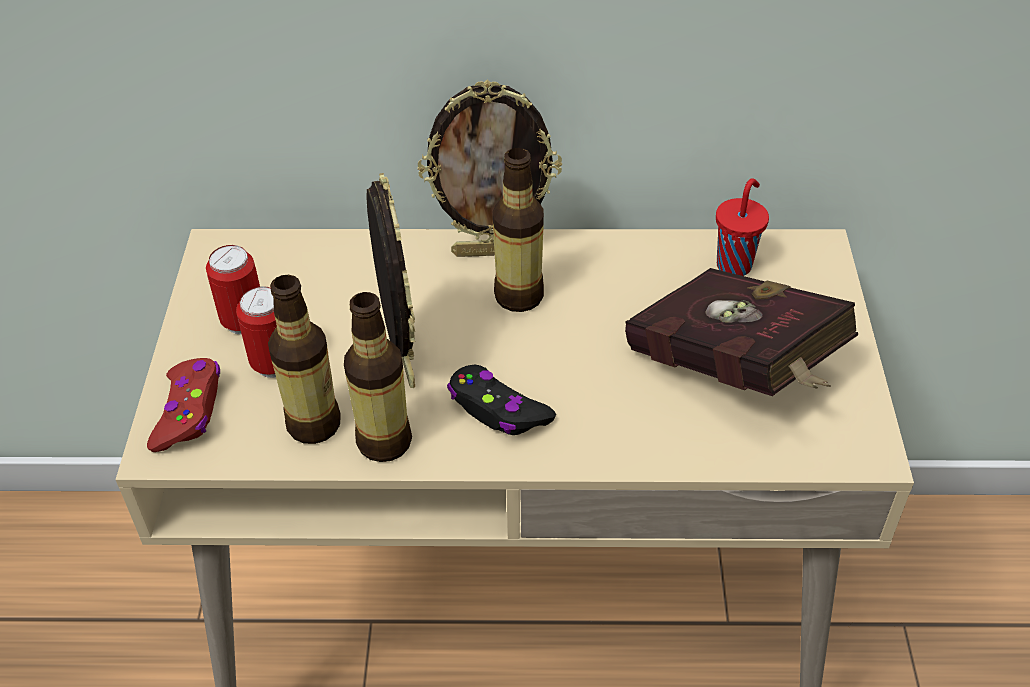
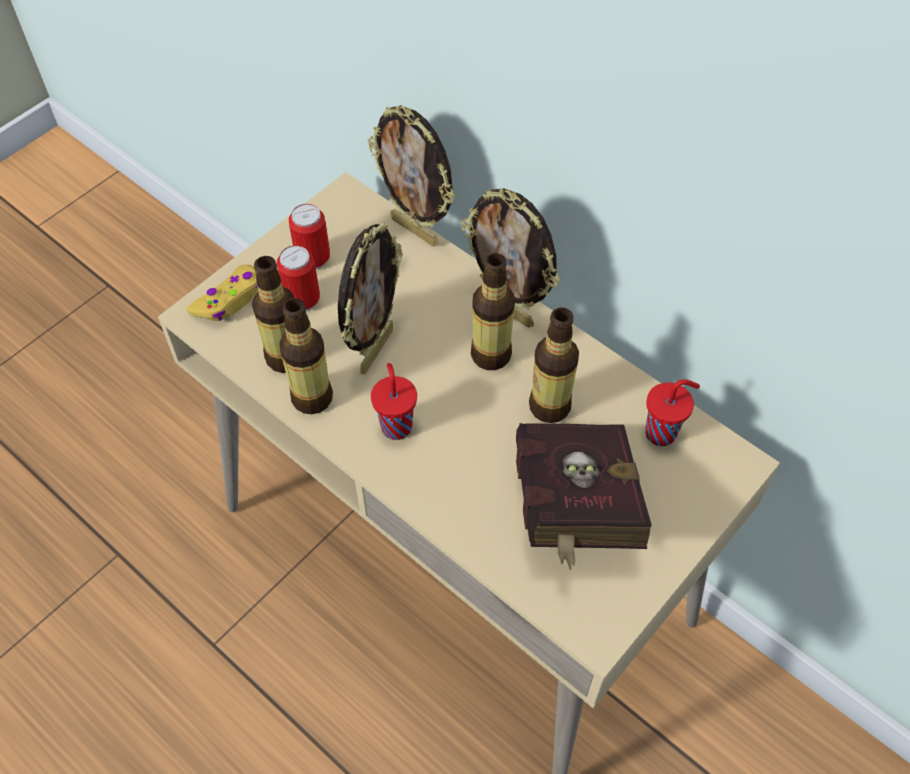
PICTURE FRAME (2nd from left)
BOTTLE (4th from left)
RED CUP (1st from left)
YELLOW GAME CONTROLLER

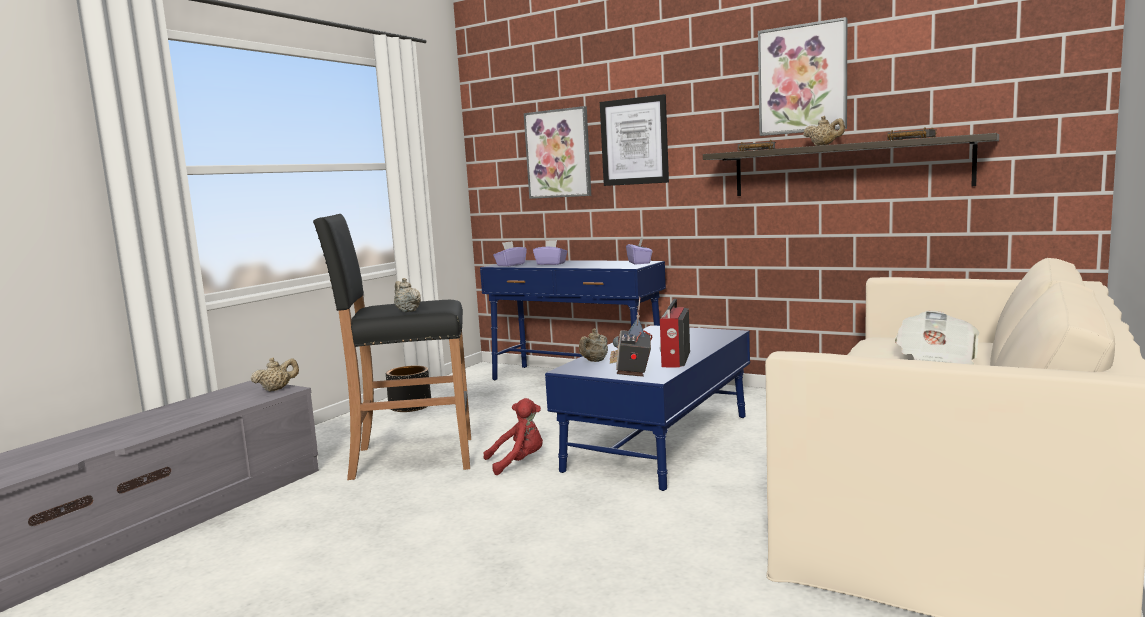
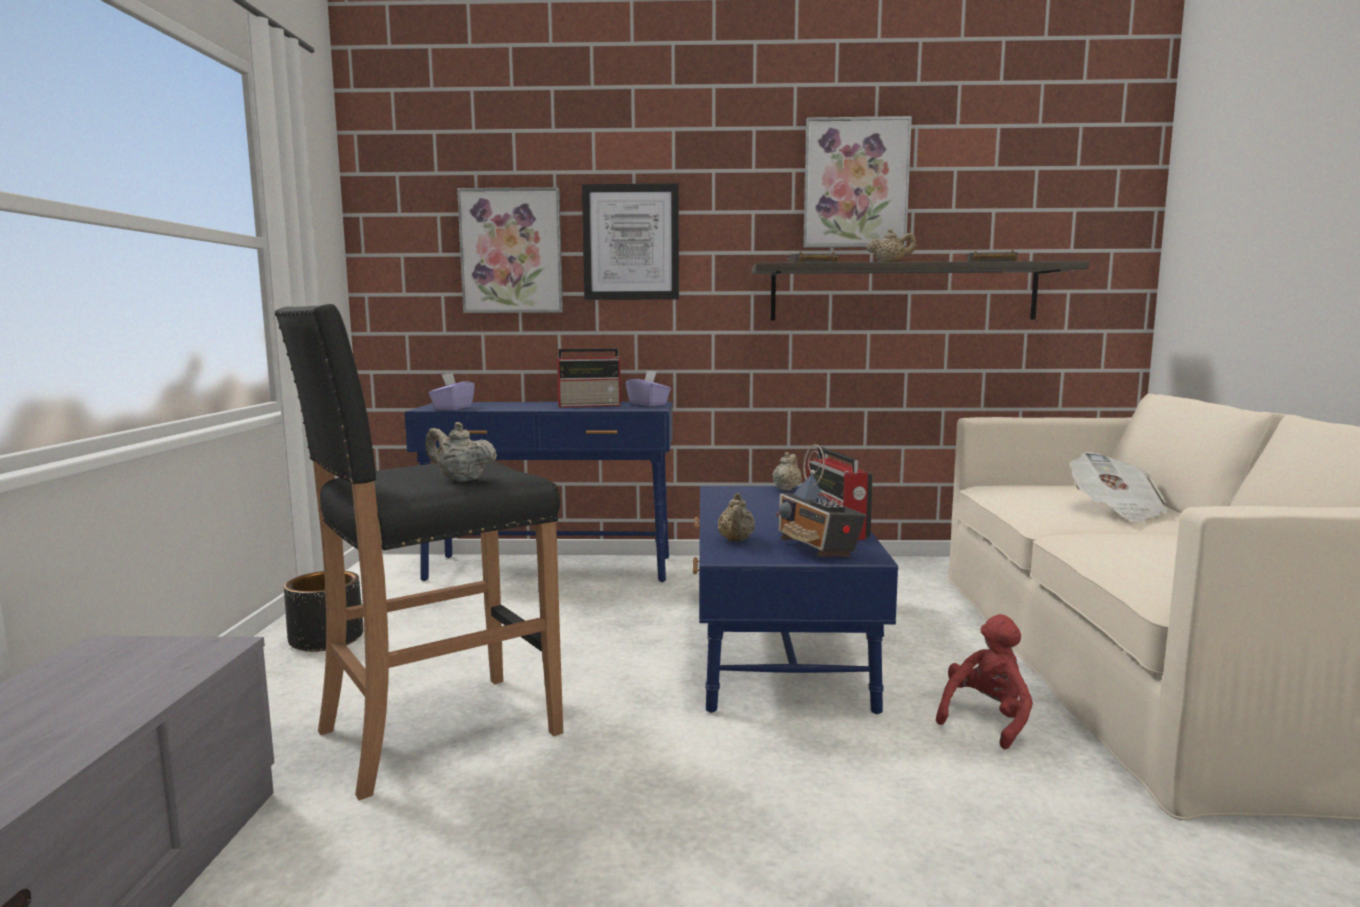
PURPLE TISSUE BOX (2nd from left in the first image)
RADIO (1st from left)
BEIGE TEAPOT (3rd from left)
RED PLUSH TOY

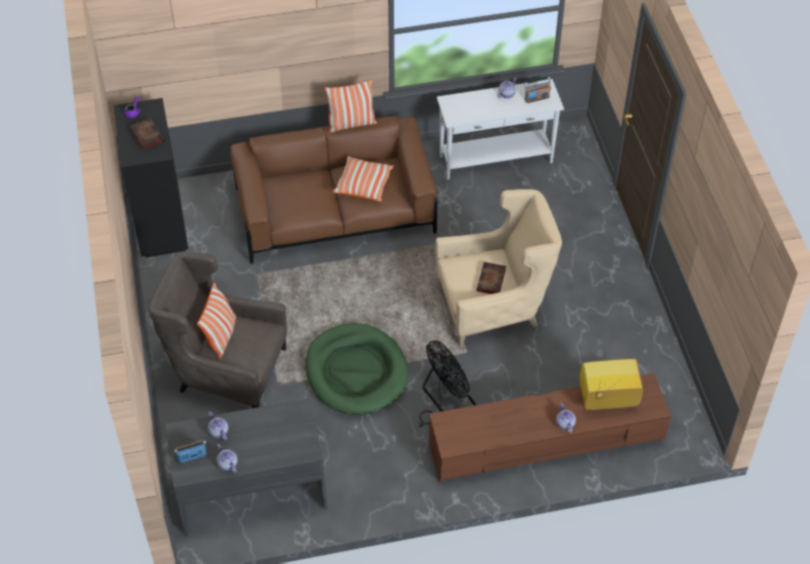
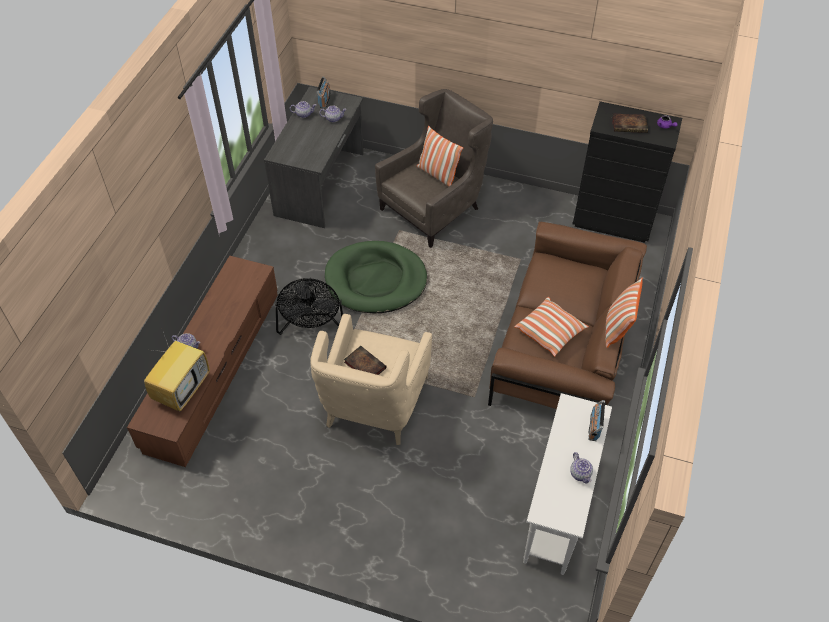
RADIO (2nd from left)

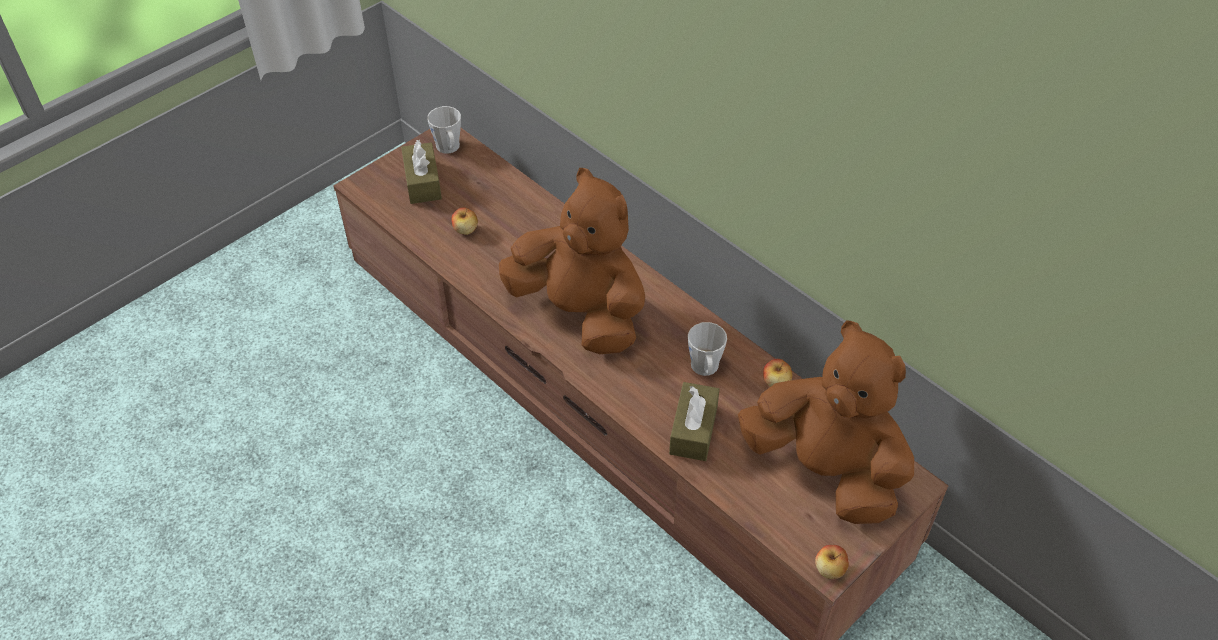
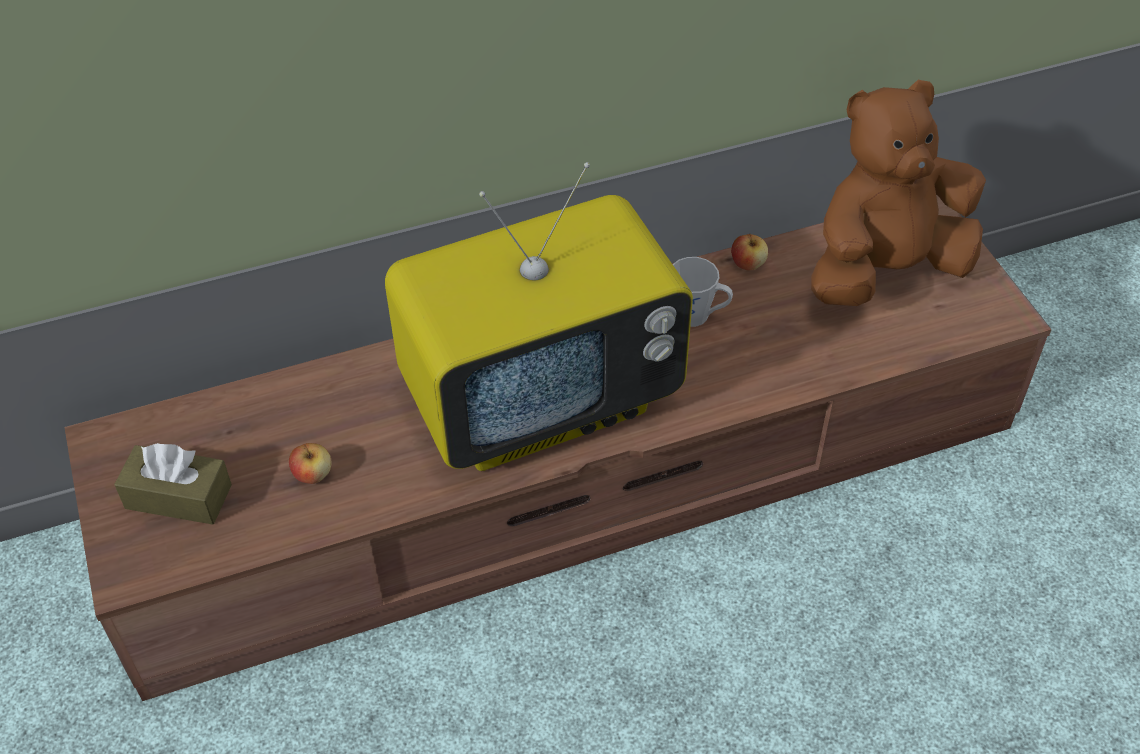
GREY MUG (1st from left in the first image)
BROWN TISSUE BOX (2nd from left in the first image)
APPLE (3rd from left in the first image)
TELEVISION

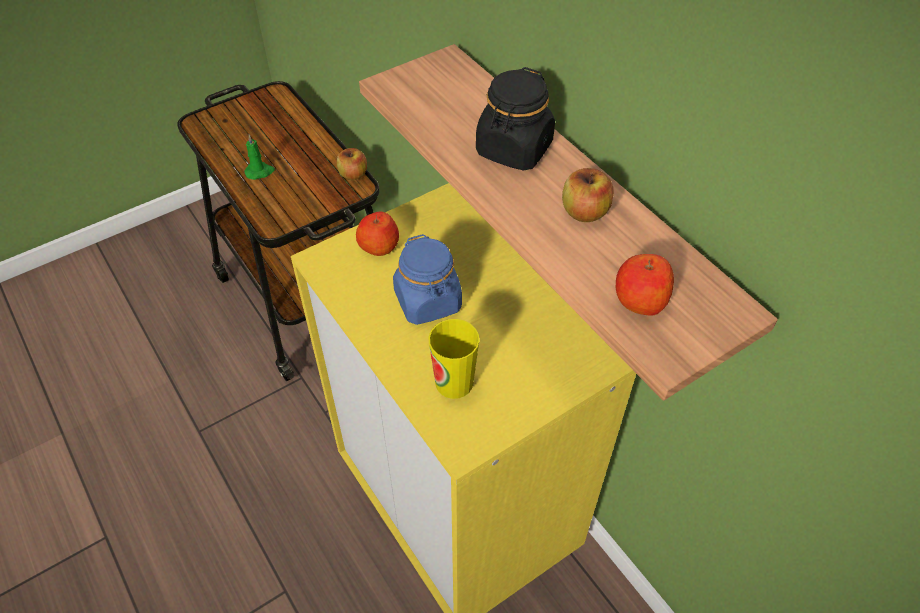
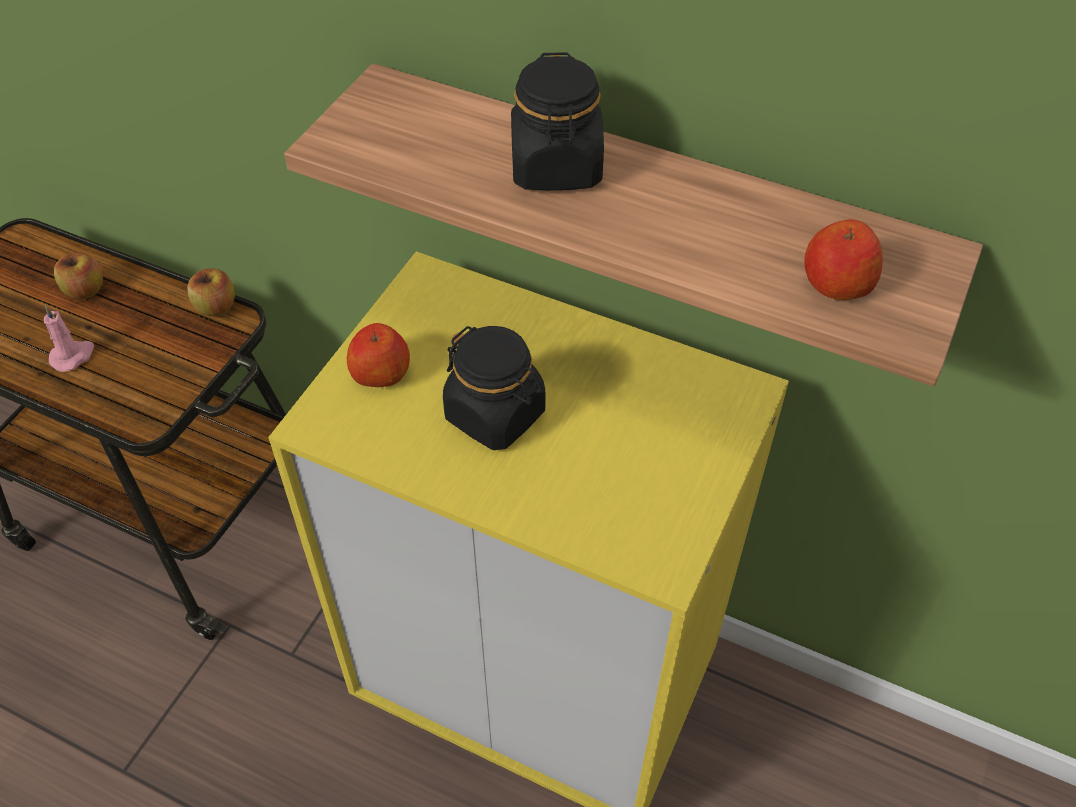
CUP
APPLE (1st from left)
PINK CANDLE
BLACK JAR (1st from left)

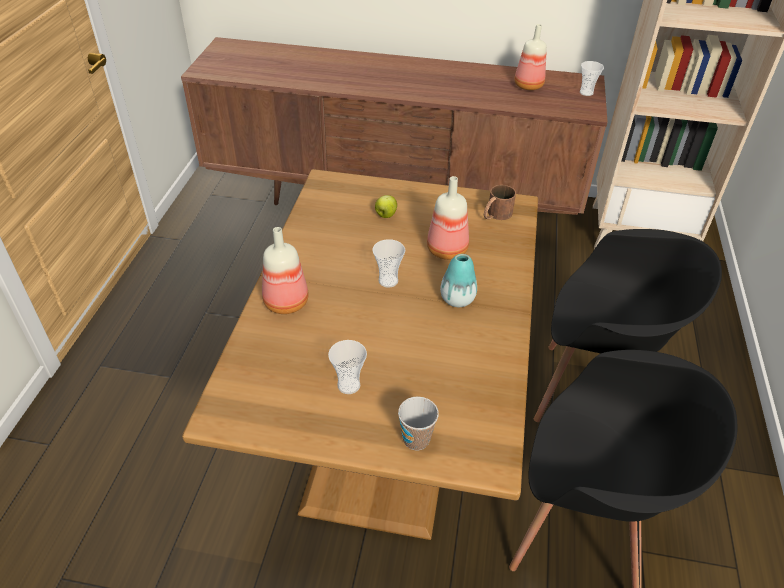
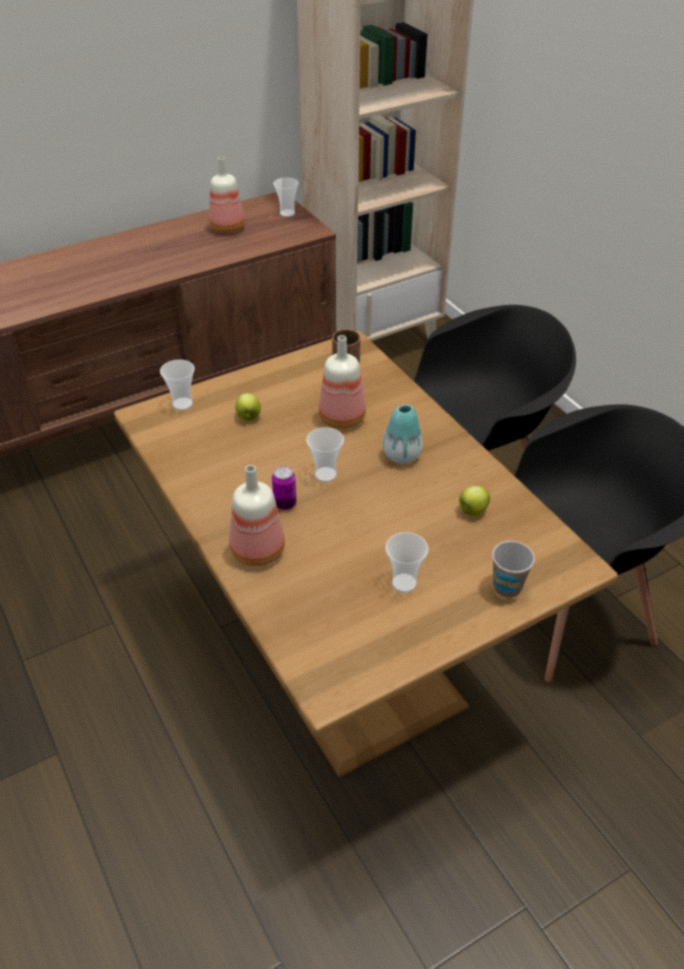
CUP (1st from left)
CAN
APPLE (2nd from left)

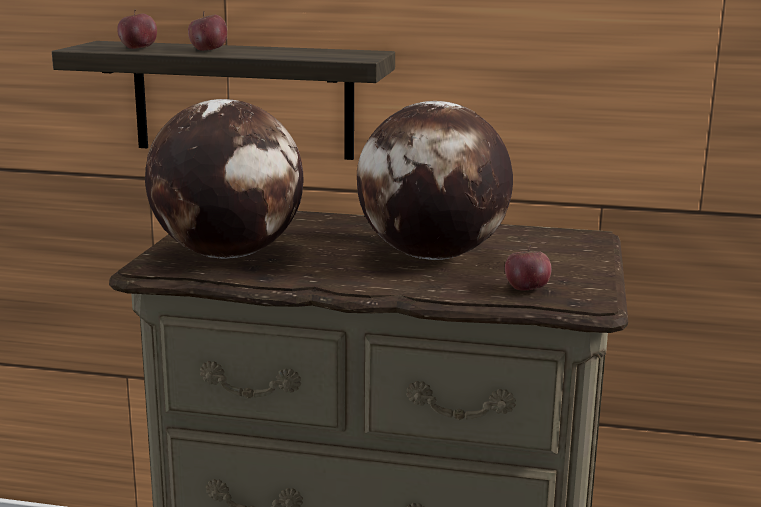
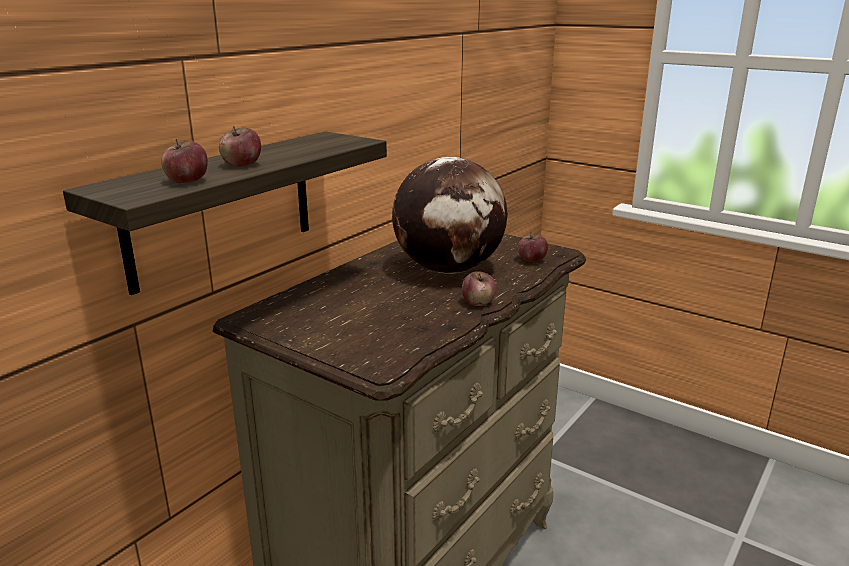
GLOBE (1st from left in the first image)
APPLE (3rd from left)

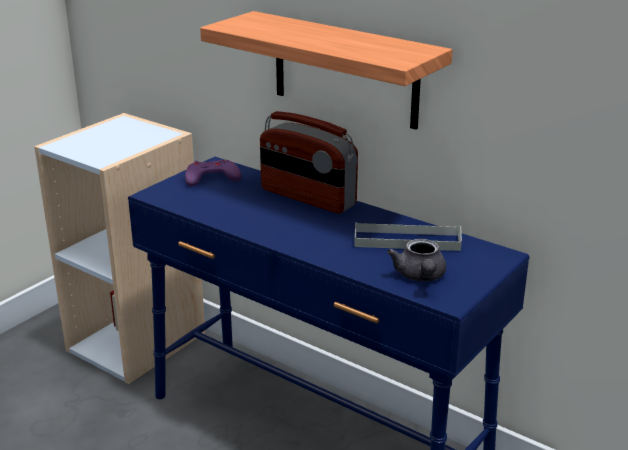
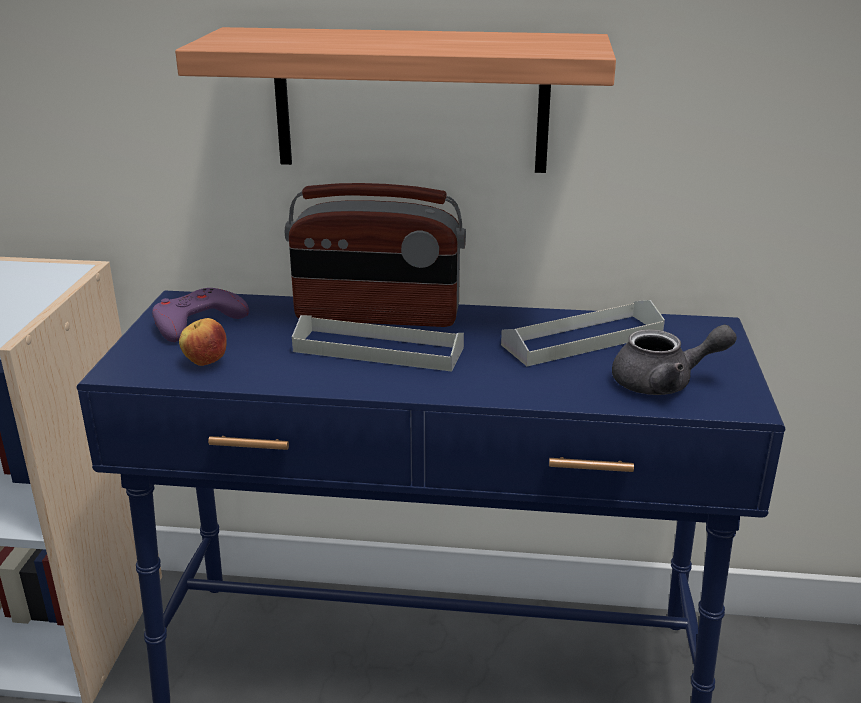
APPLE
GREY TRAY (1st from left)
GREY TEAPOT

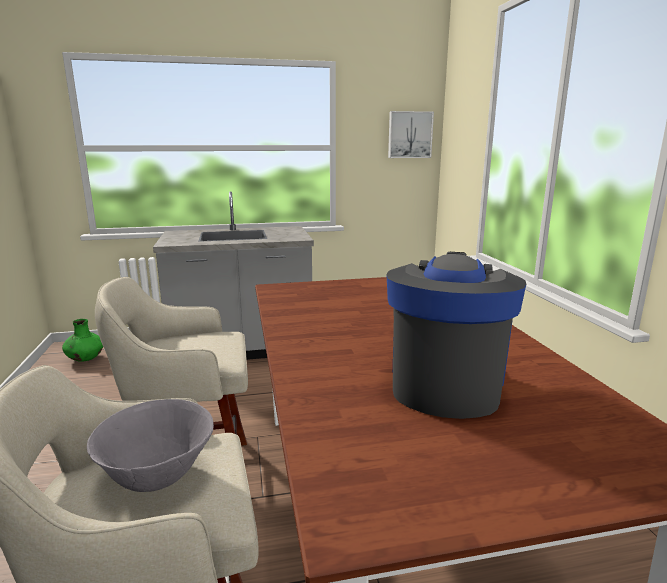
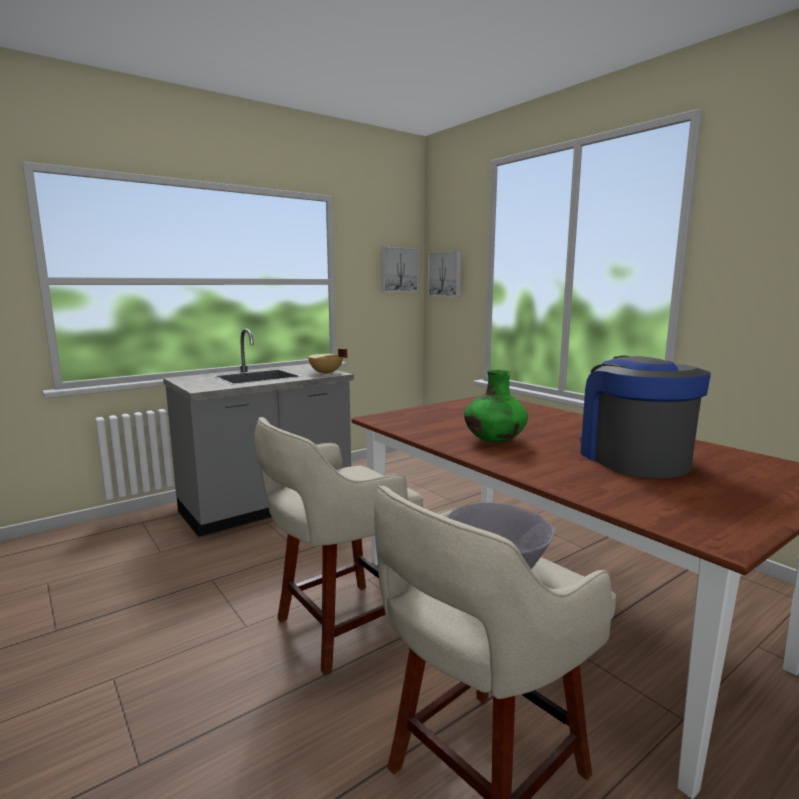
BEIGE COOKING POT
PICTURE (2nd from left)
GREEN VASE

